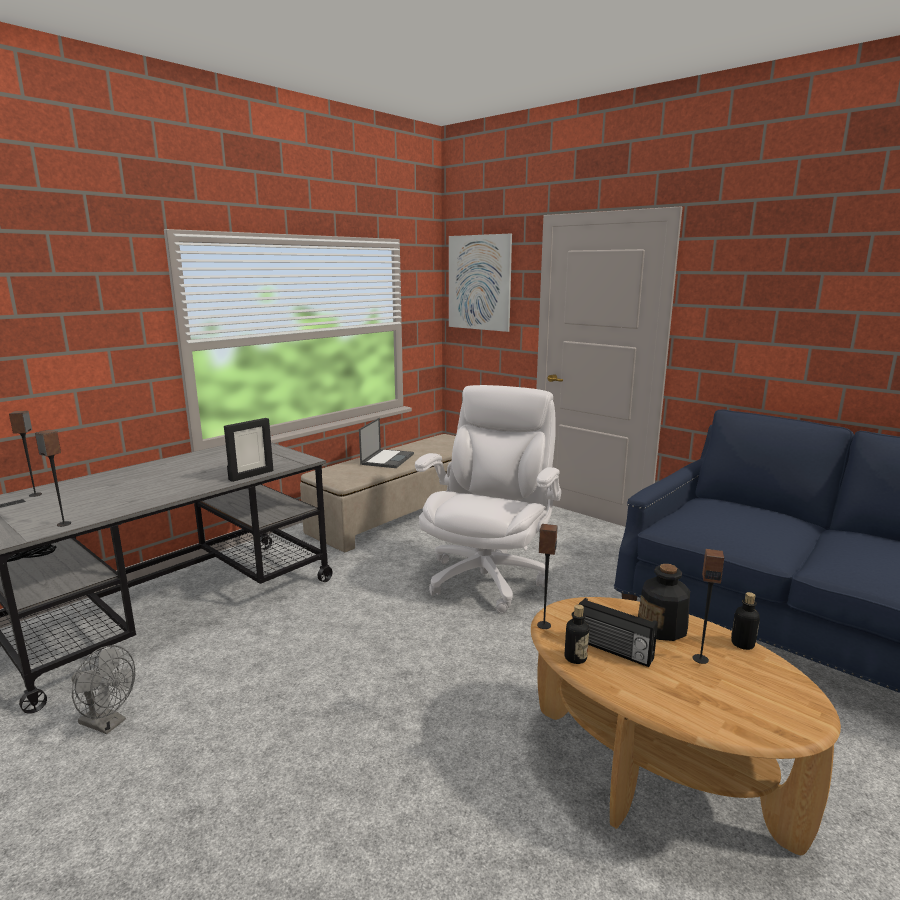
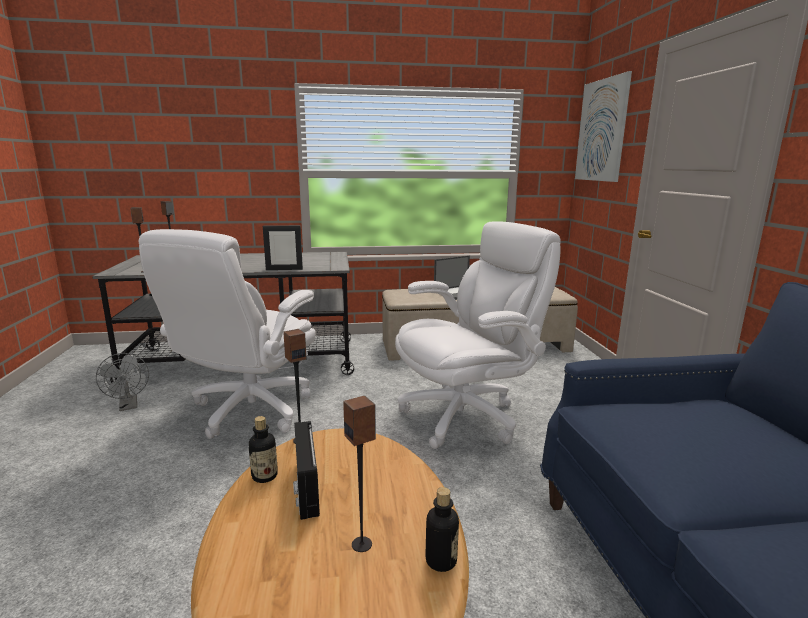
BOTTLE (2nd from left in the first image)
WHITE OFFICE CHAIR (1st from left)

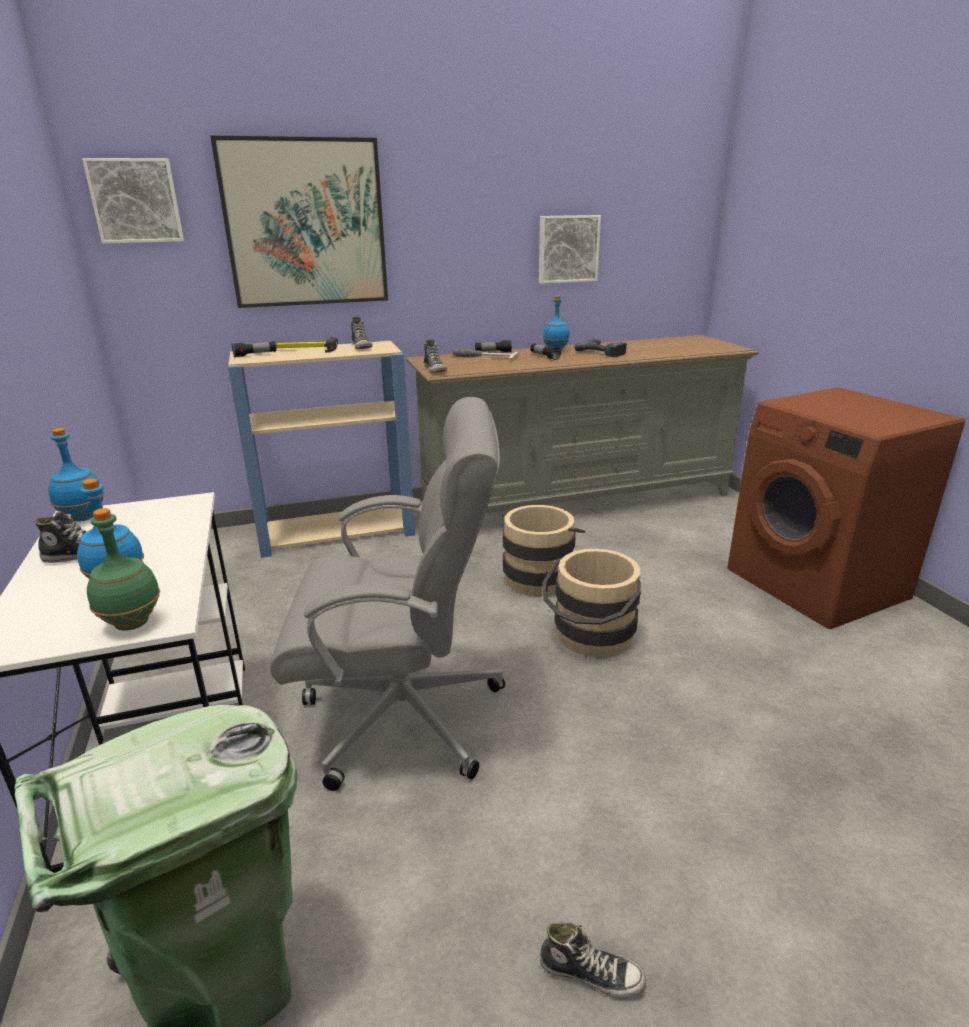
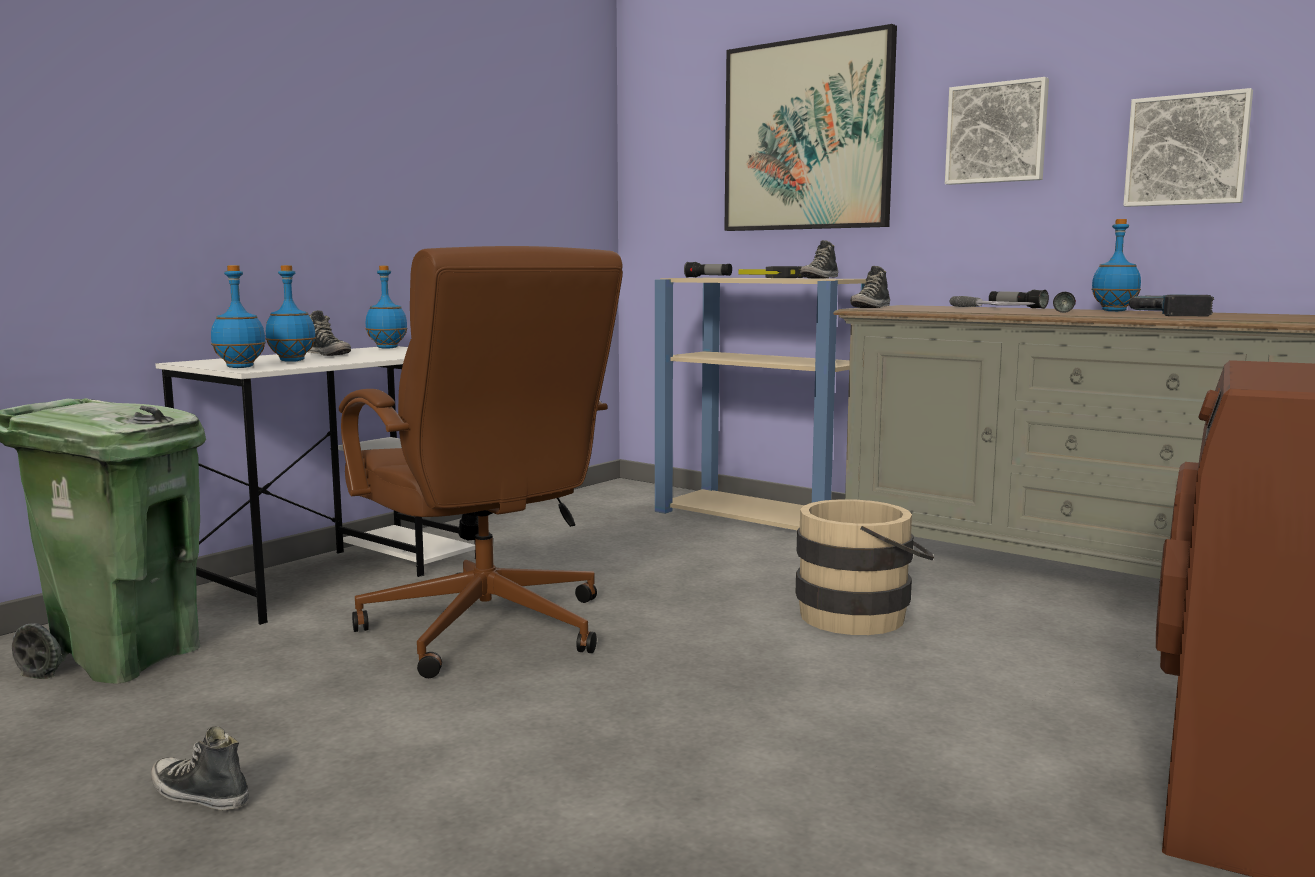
BEIGE BUCKET (2nd from left in the first image)
PICTURE (2nd from left)
BLUE BOTTLE (1st from left)
BROWN OFFICE CHAIR
SHOE (1st from left)

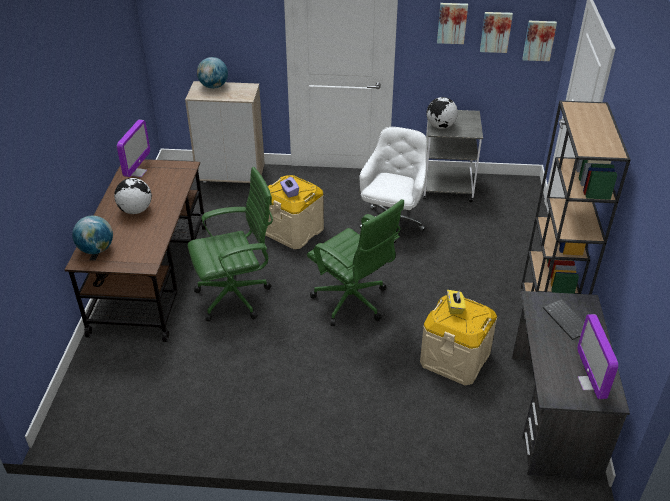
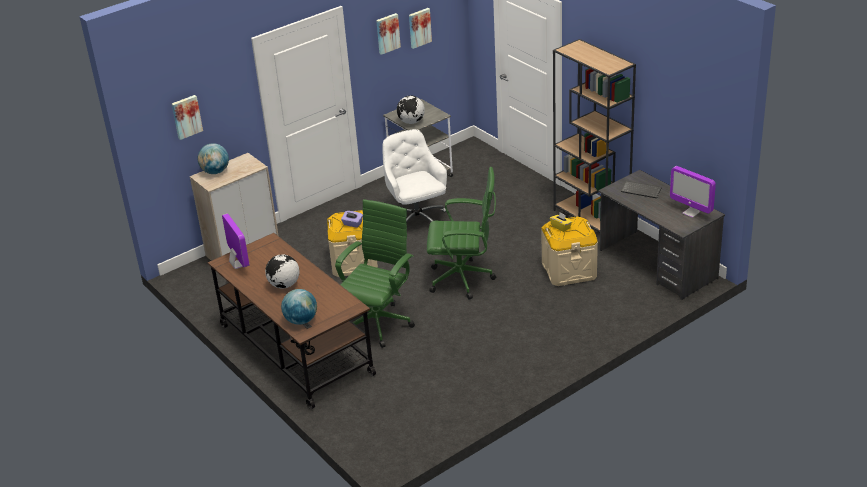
PICTURE (1st from left)

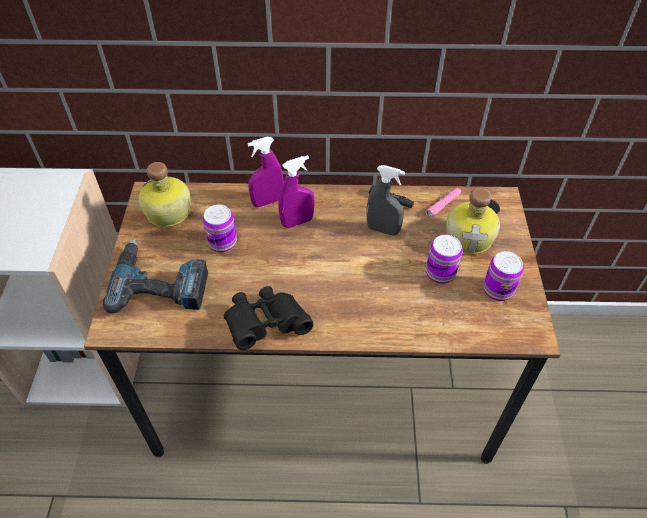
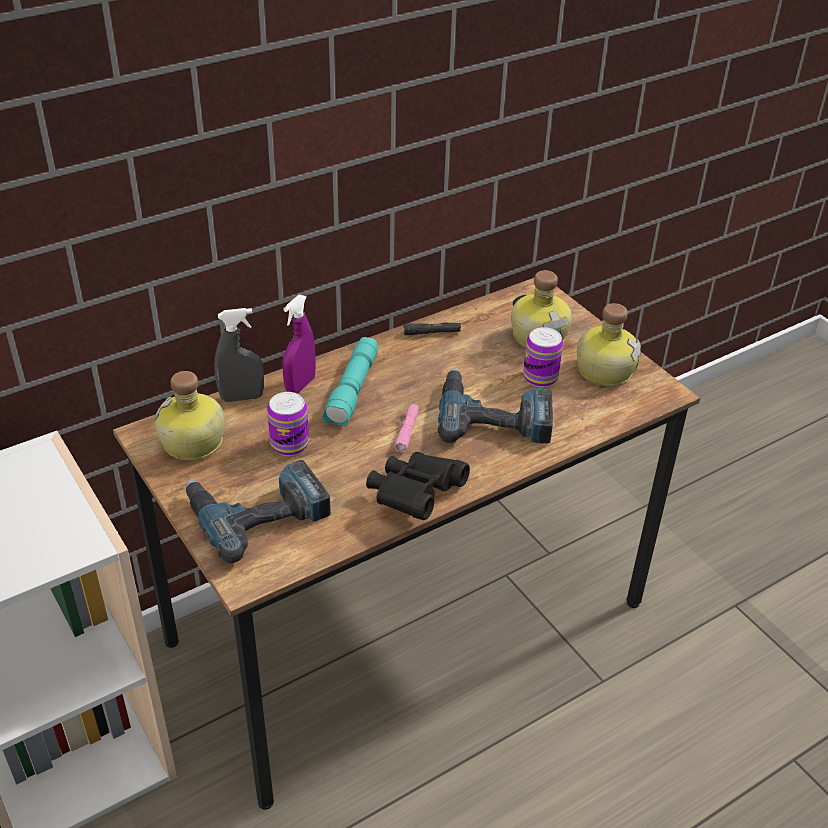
POWER DRILL (2nd from left)
GREY SPRAY BOTTLE
PINK FLASHLIGHT
TURQUOISE FLASHLIGHT
BOTTLE (3rd from left)

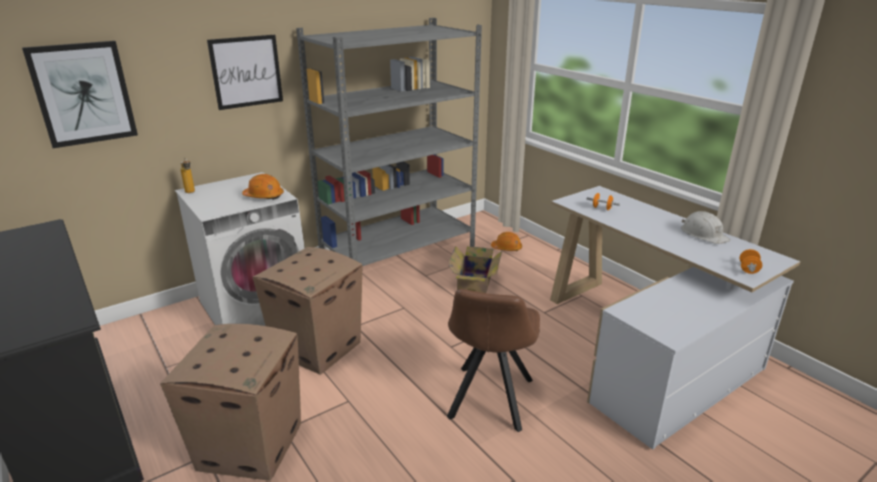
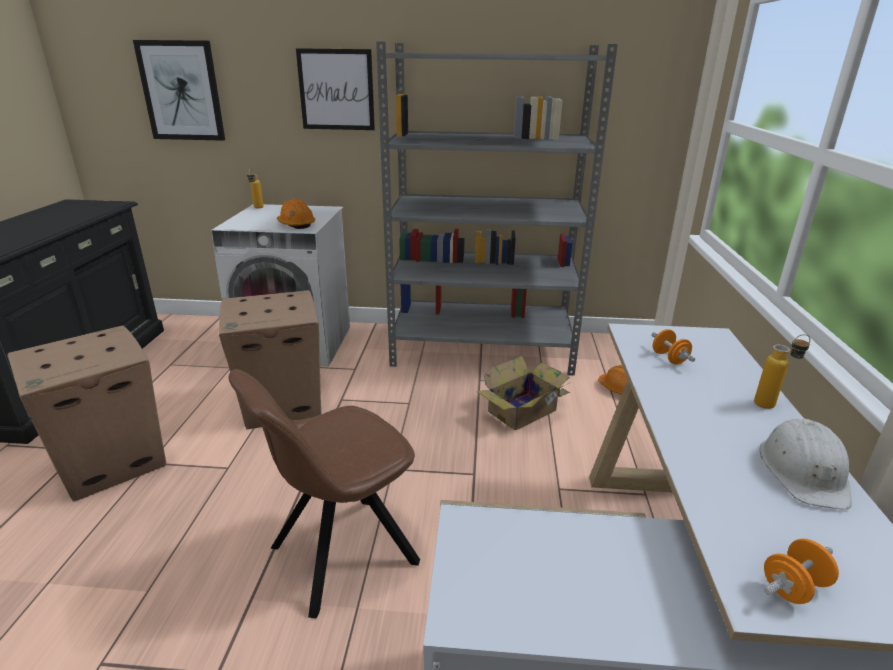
BOTTLE (2nd from left)

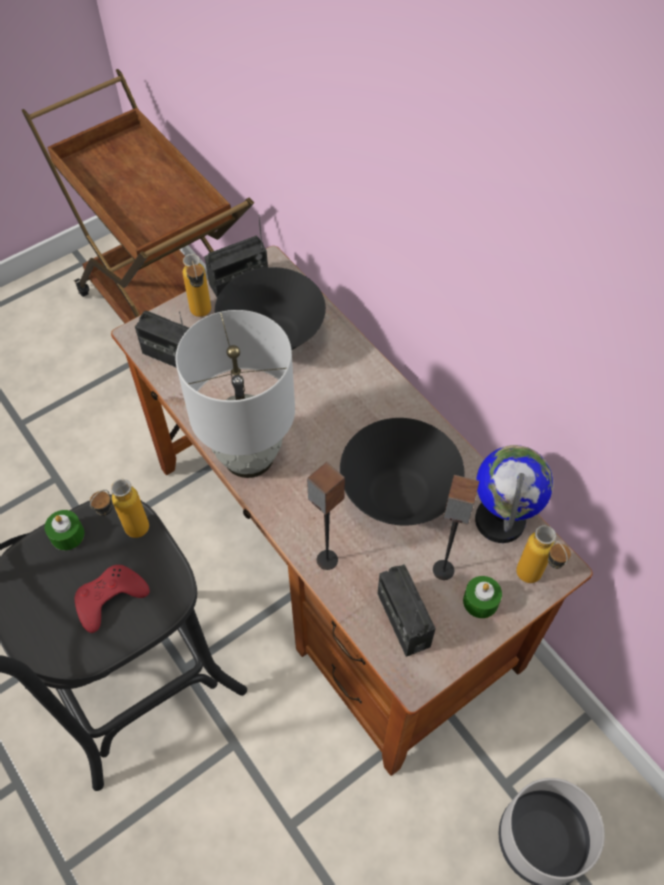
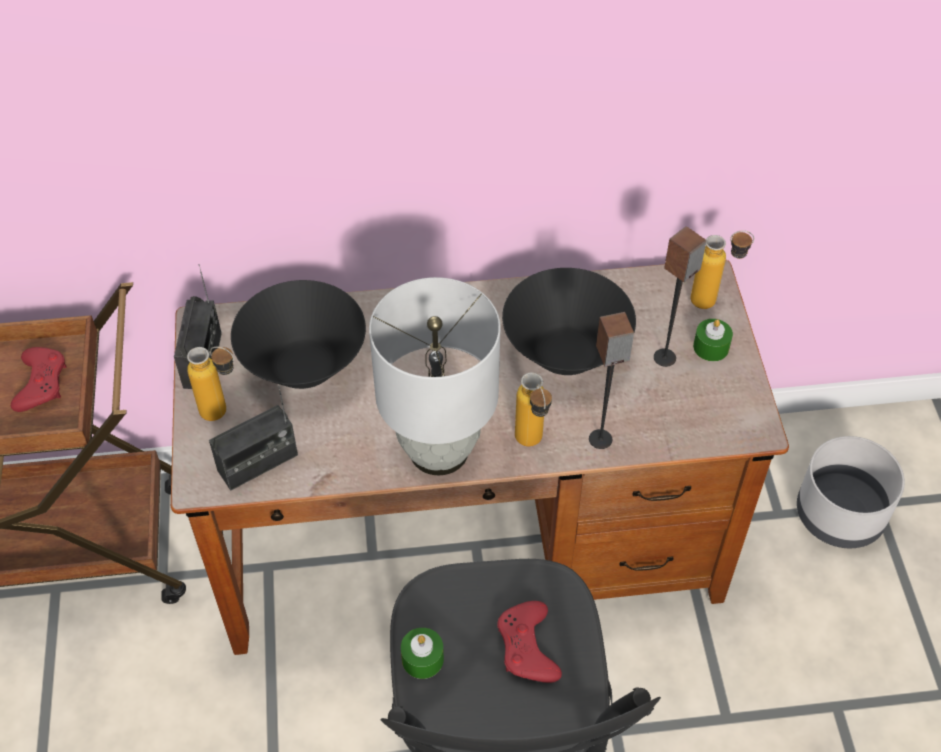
RADIO (3rd from left in the first image)
GLOBE
RED GAME CONTROLLER (1st from left)
BOTTLE (2nd from left)

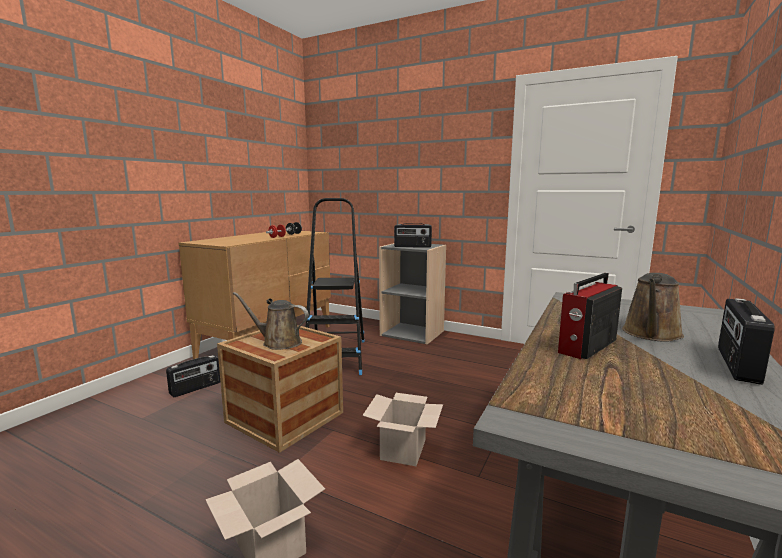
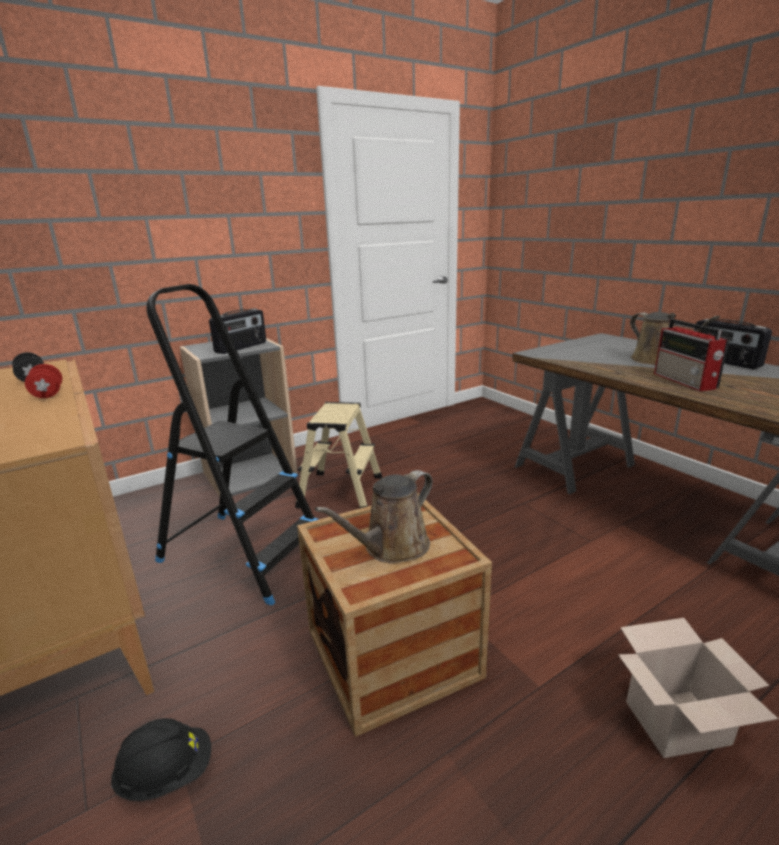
CARDBOARD BOX (2nd from left in the first image)
BEIGE STEP LADDER
BLACK HARD HAT

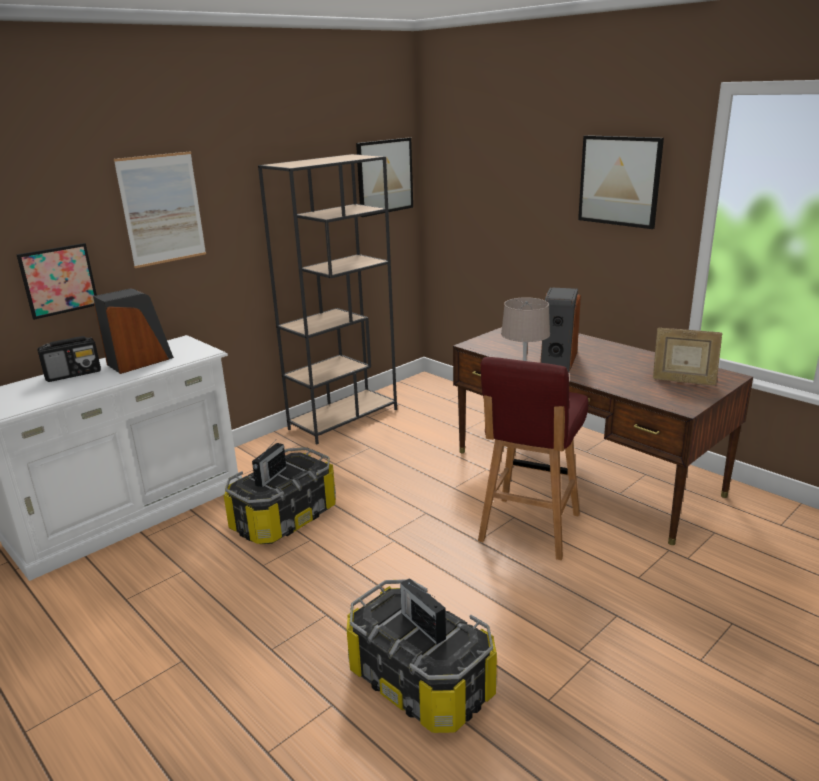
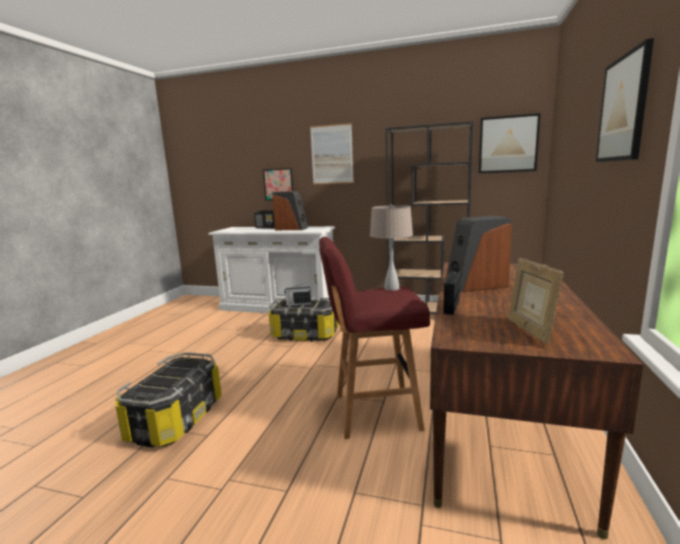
RADIO (3rd from left)

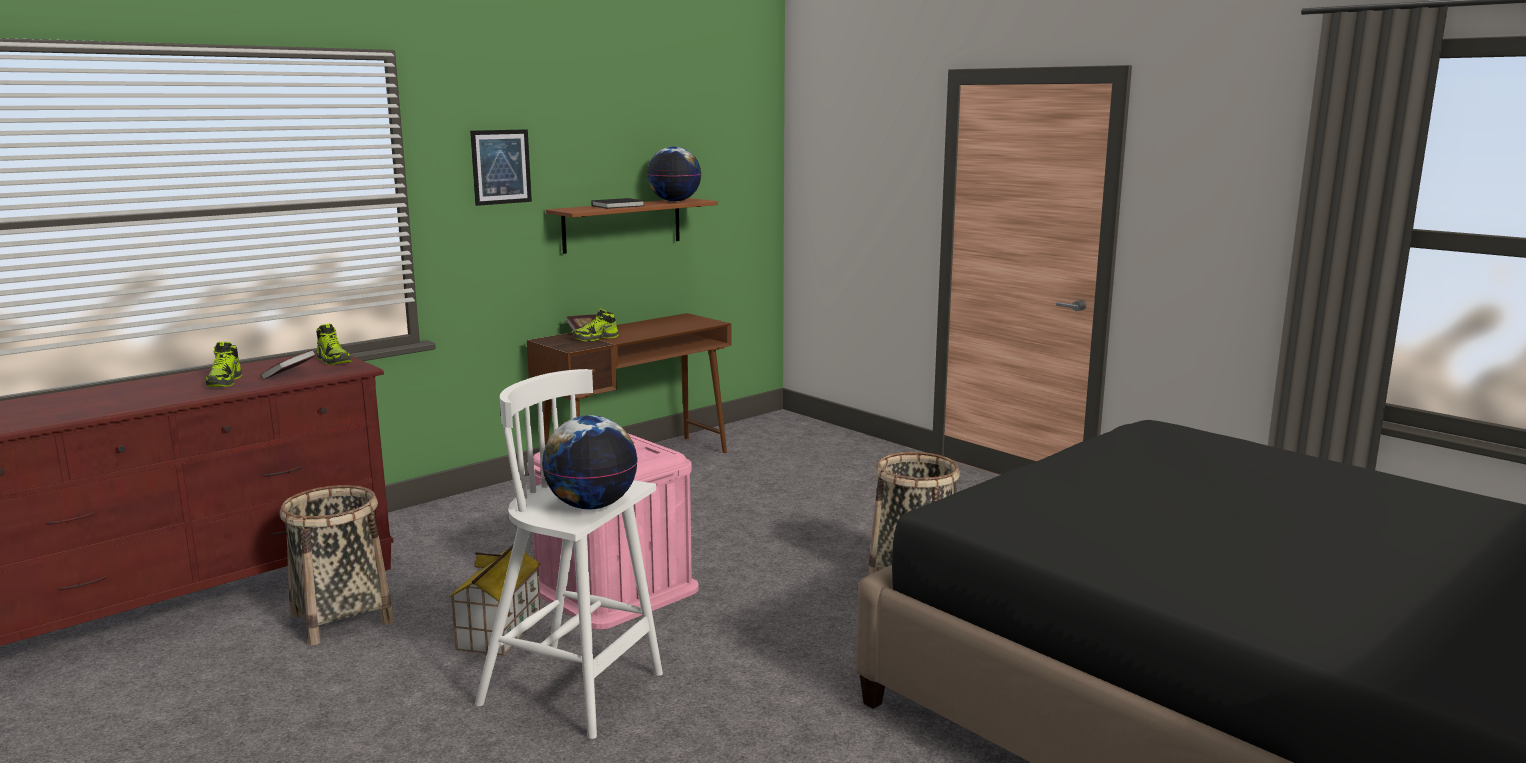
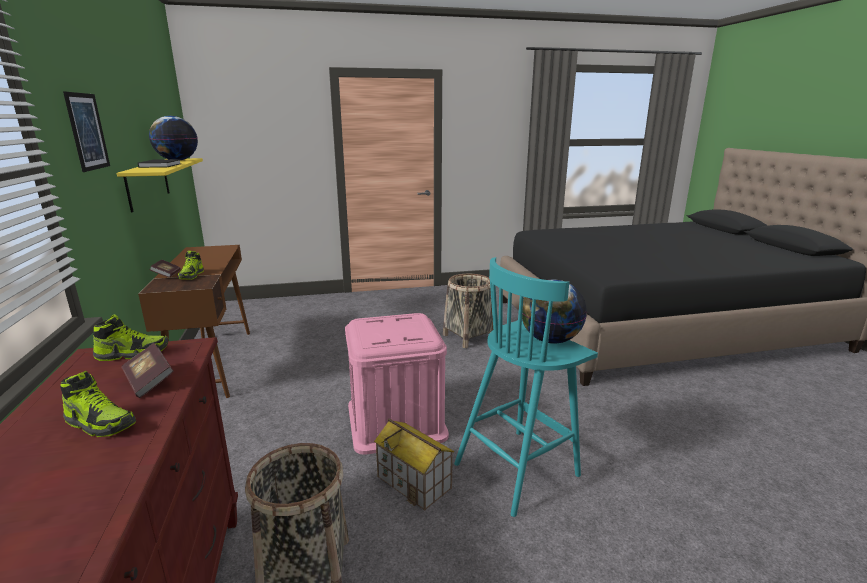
TURQUOISE STOOL
YELLOW SHELF

